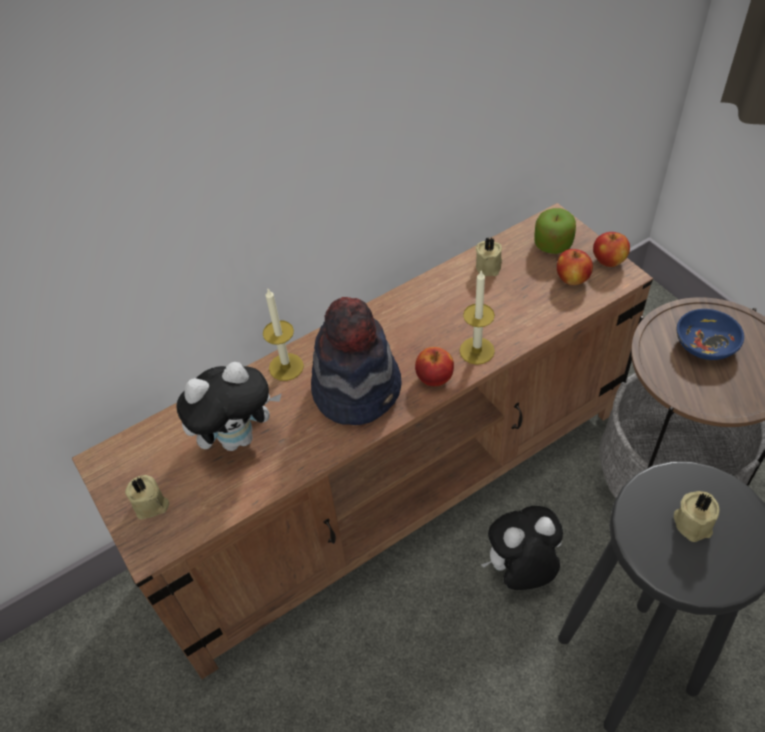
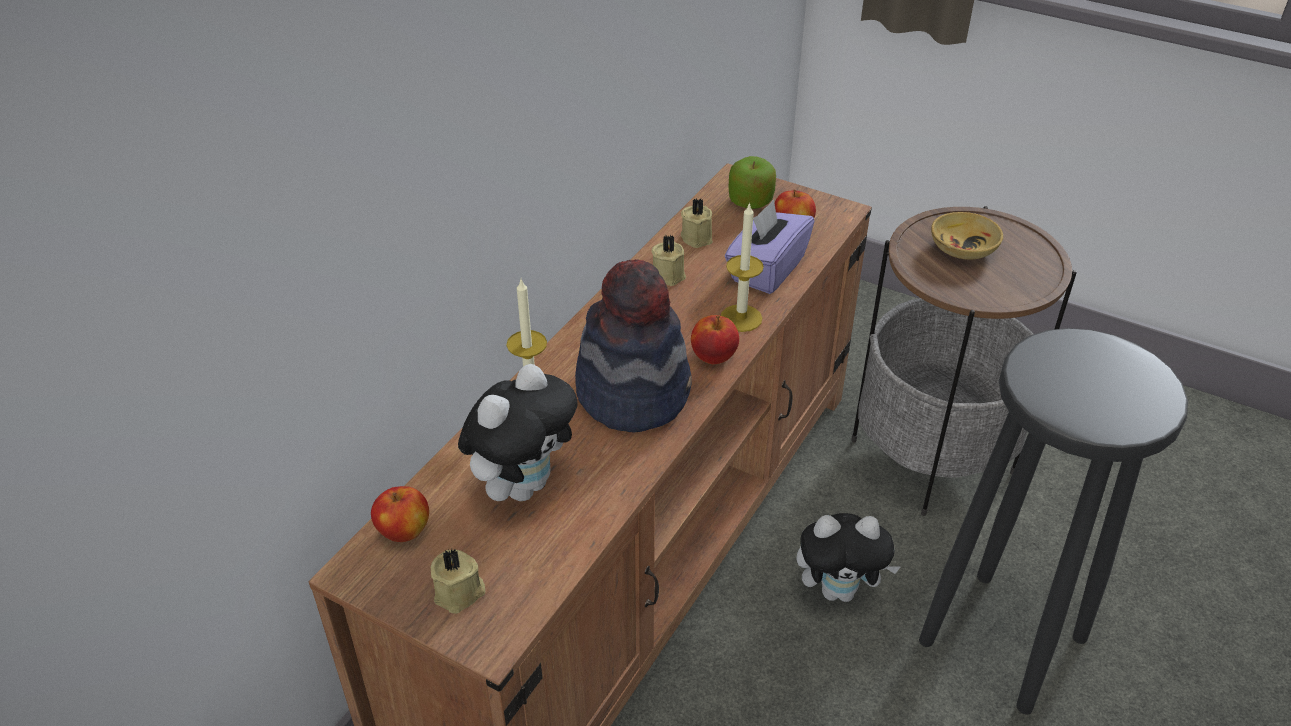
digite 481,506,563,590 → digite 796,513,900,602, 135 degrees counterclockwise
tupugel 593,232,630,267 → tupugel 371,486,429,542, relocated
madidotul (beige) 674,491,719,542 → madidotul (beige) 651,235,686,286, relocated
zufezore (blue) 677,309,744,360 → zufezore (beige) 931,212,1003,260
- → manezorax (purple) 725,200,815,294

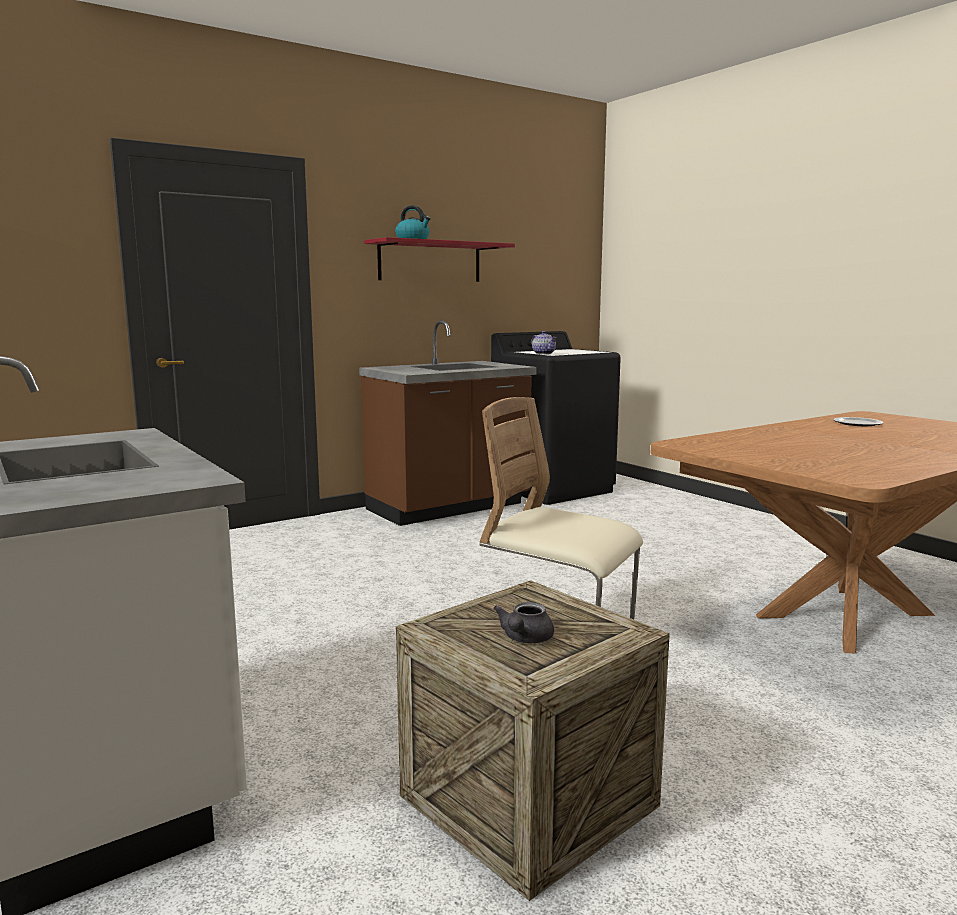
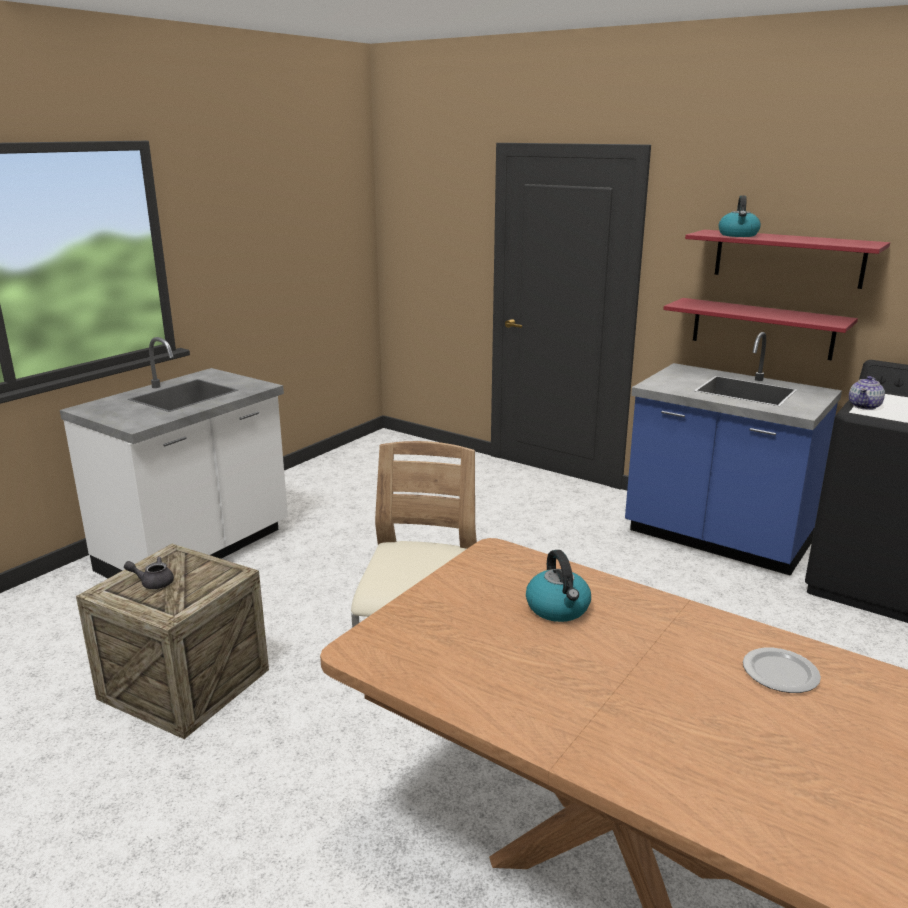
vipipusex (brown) 359,320,537,526 → vipipusex (blue) 625,332,842,576
- → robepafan 526,550,591,622
- → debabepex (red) 663,298,858,360

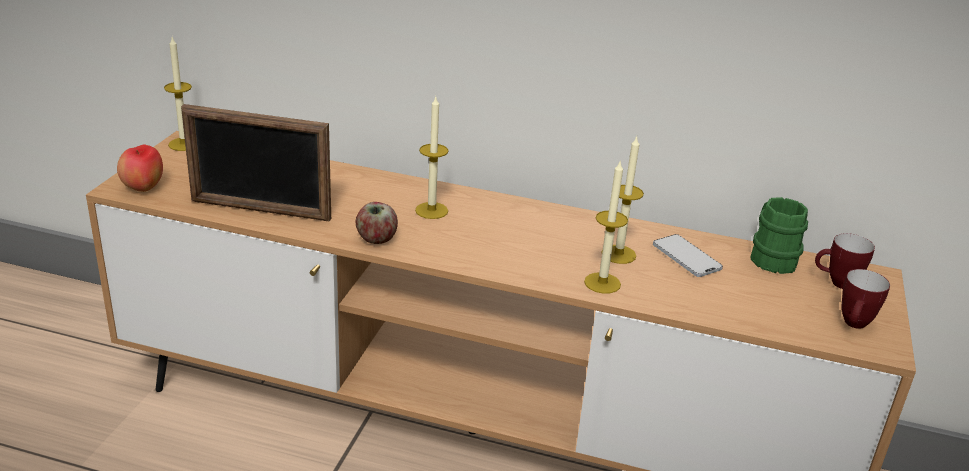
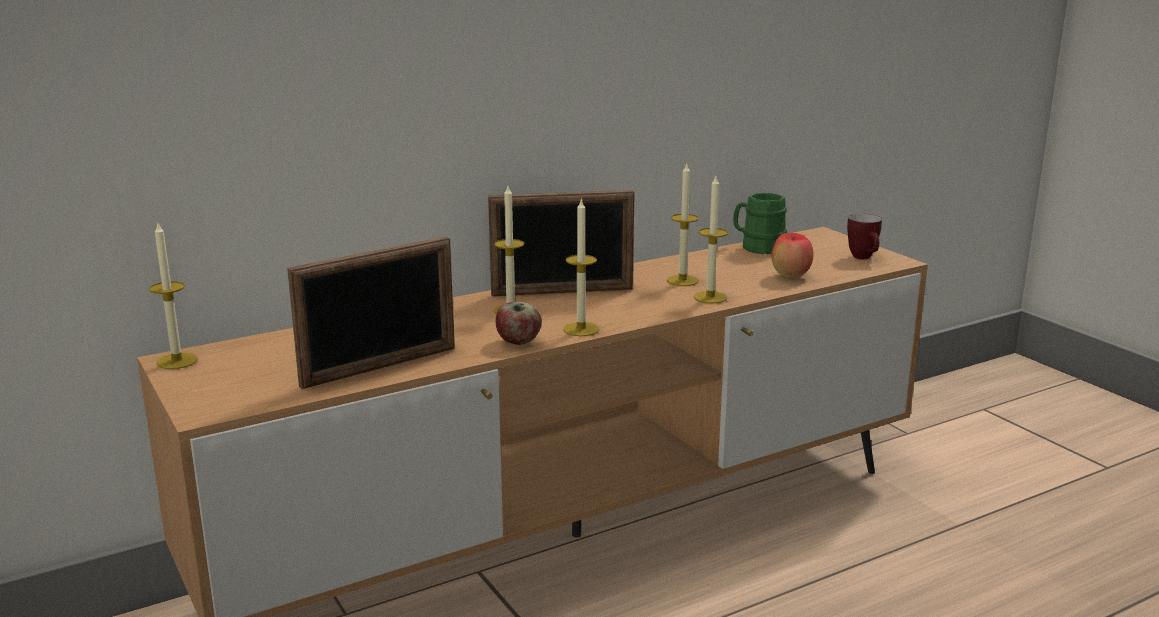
tupugel 117,145,163,192 → tupugel 772,233,813,278, relocated
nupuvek 653,234,723,277 → -
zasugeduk 815,233,875,289 → -
- → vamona 488,190,635,297
- → madidotul 563,198,599,336

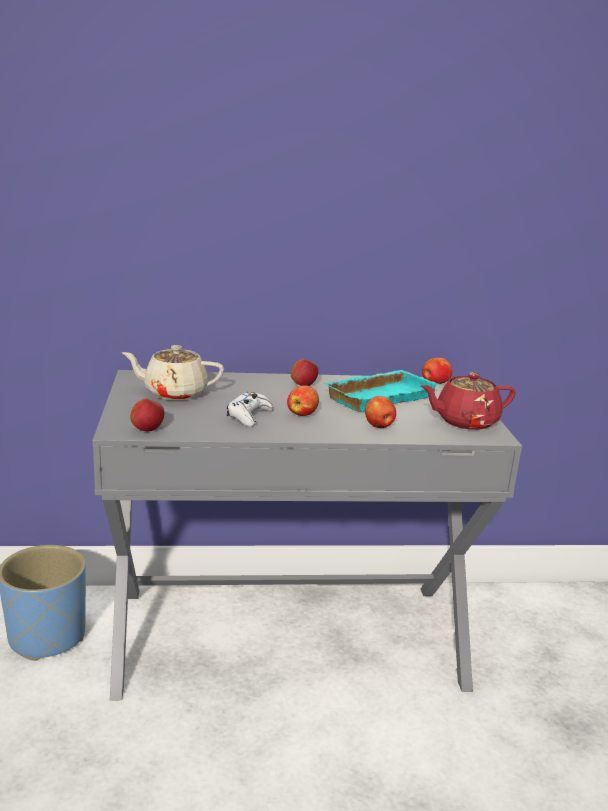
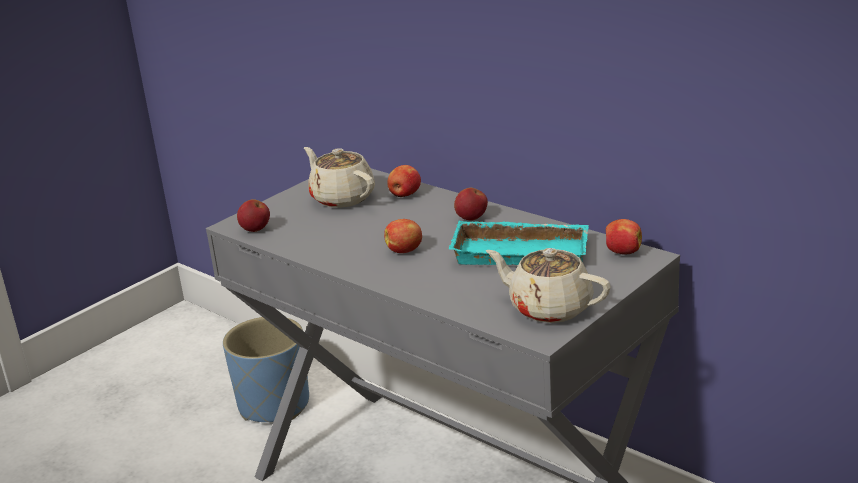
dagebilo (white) 227,392,274,427 → -
tupugel 365,396,396,428 → tupugel 387,165,421,197, relocated
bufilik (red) 421,372,516,430 → bufilik (beige) 486,248,611,323

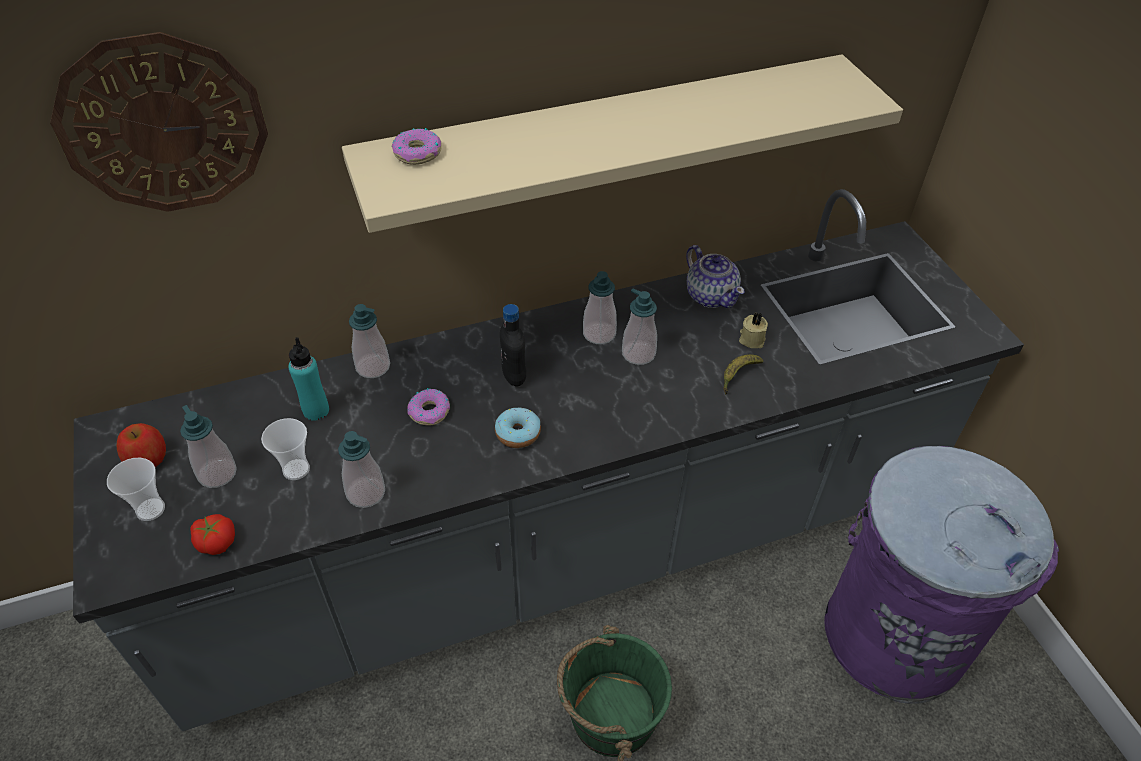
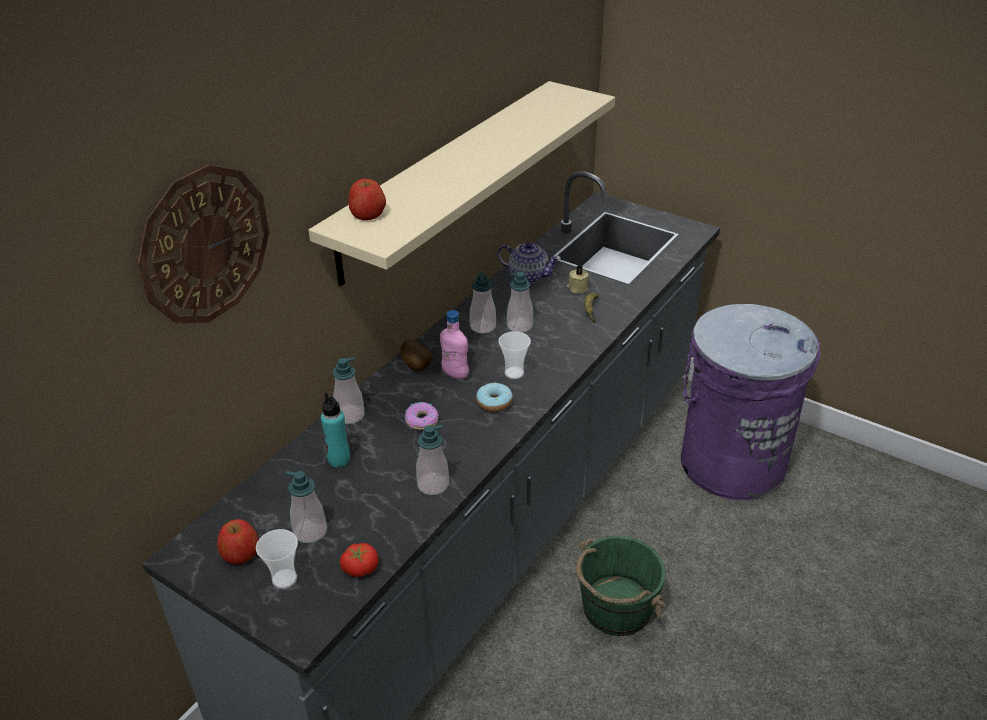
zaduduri 261,418,310,480 → zaduduri 498,331,531,379, relocated
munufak 392,128,442,165 → tupugel 348,179,386,220
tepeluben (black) 500,304,526,387 → tepeluben (pink) 440,310,469,379
- → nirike 401,339,432,371

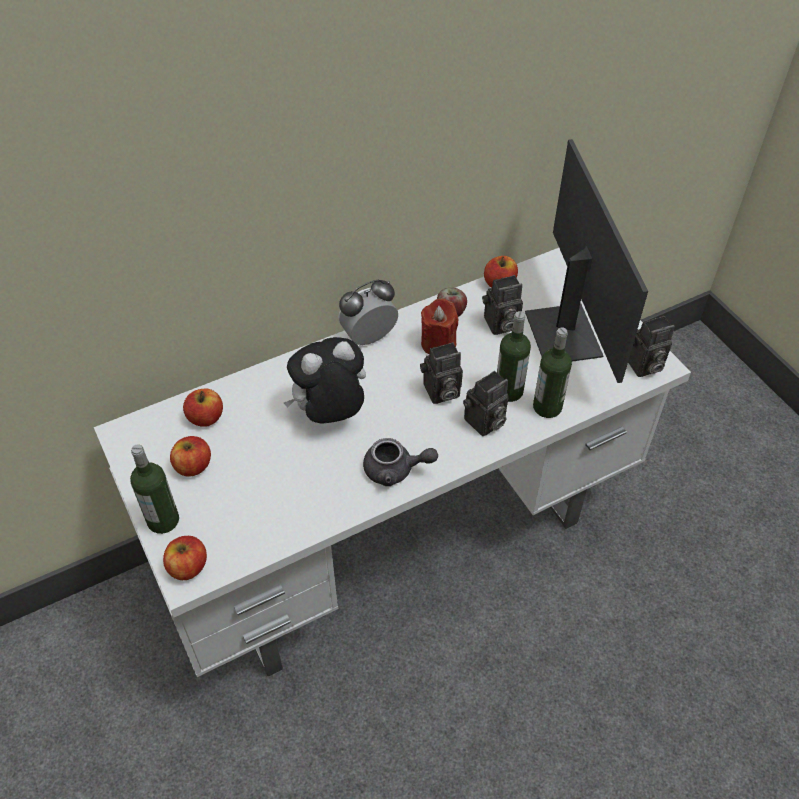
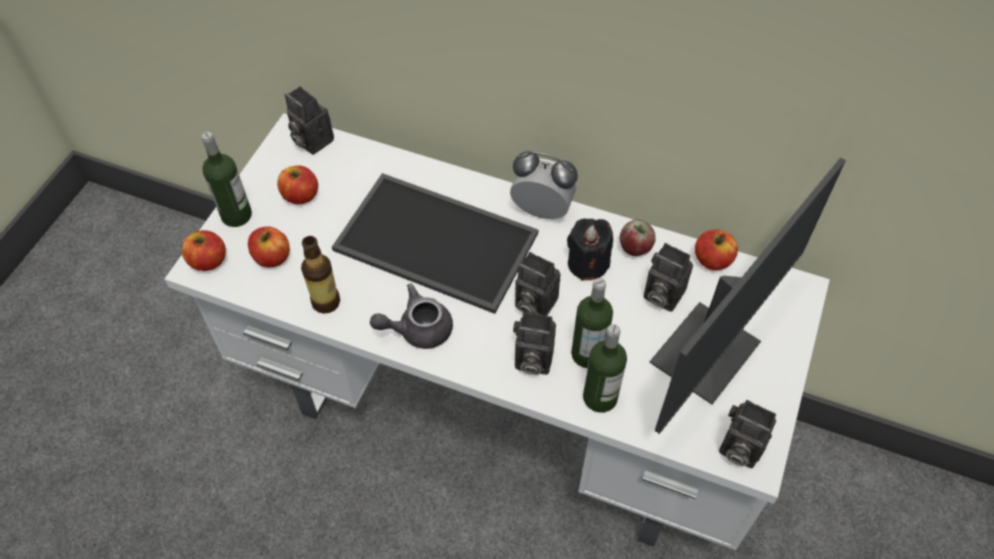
tupugel 183,388,223,427 → tupugel 248,226,290,267, relocated
digite 284,337,366,423 → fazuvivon 332,173,538,314
bufilik (grey) 363,438,438,486 → bufilik (grey) 370,284,453,349, 105 degrees clockwise
madidotul (red) 421,298,459,354 → madidotul (black) 567,218,613,281
- → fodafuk 285,86,334,155
- → tepeluben 301,236,340,314

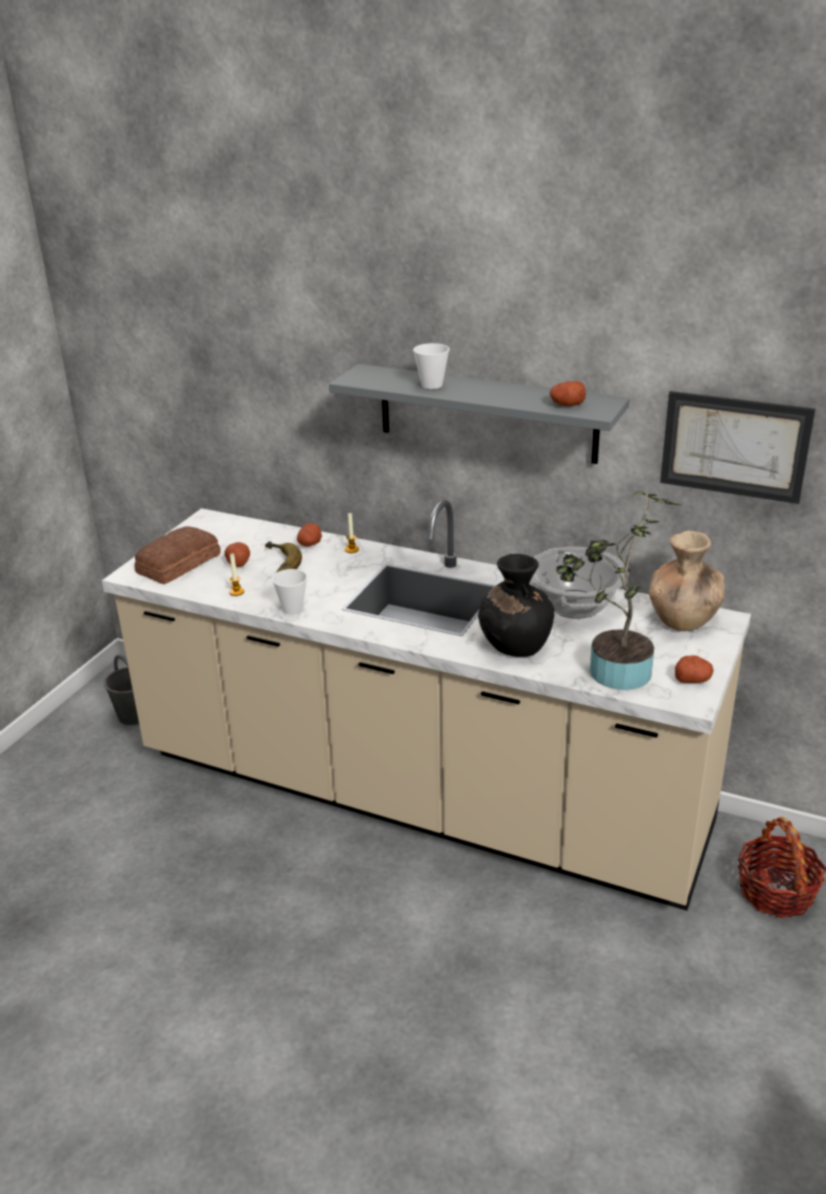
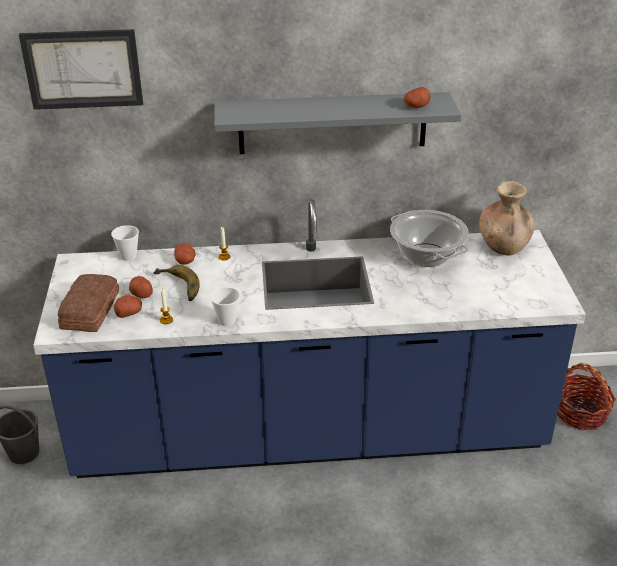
vipipusex (beige) 102,500,751,911 → vipipusex (blue) 33,199,586,478
zaduduri 413,343,450,389 → zaduduri 111,225,139,261, relocated
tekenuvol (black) 478,554,555,657 → -
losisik 556,491,681,690 → -
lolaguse 660,391,815,504 → lolaguse 19,29,143,110, relocated
nirike 675,655,714,683 → nirike 114,295,142,318, relocated

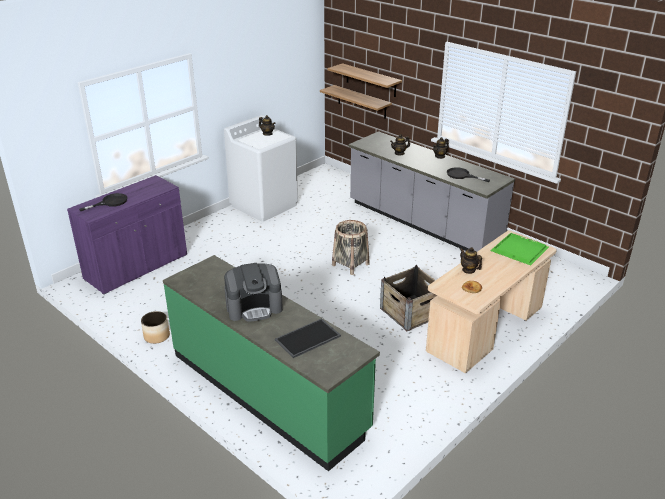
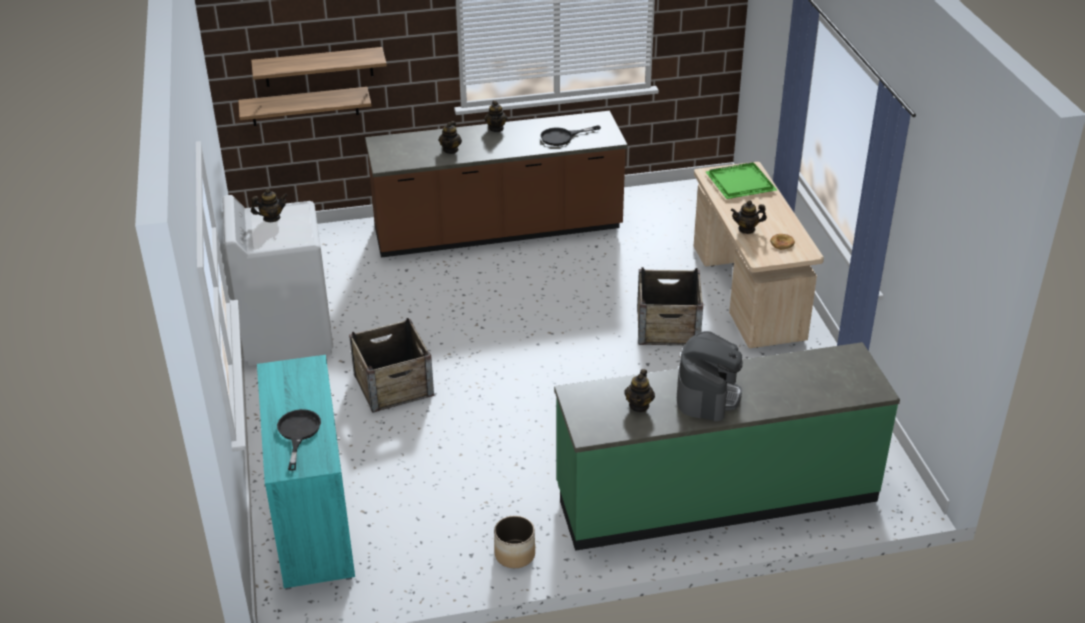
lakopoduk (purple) 67,175,187,295 → lakopoduk (turquoise) 257,355,355,590
fazuvivon 275,318,341,358 → -
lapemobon 332,220,369,275 → -
vipipusex (grey) 349,131,515,252 → vipipusex (brown) 365,111,628,258
- → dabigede 349,318,434,413
- → bufilik 624,369,655,412

